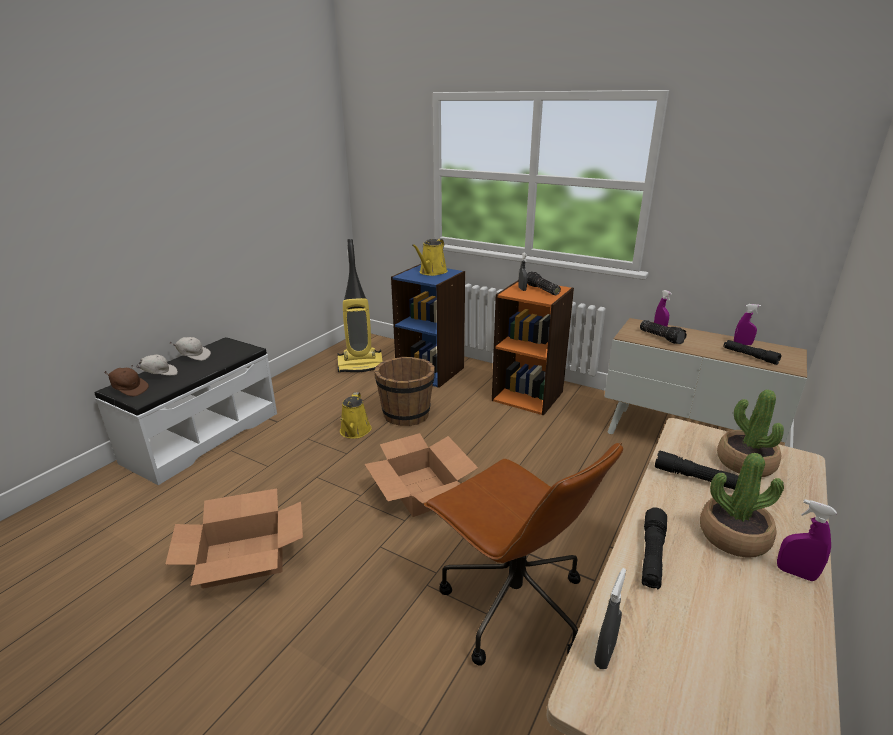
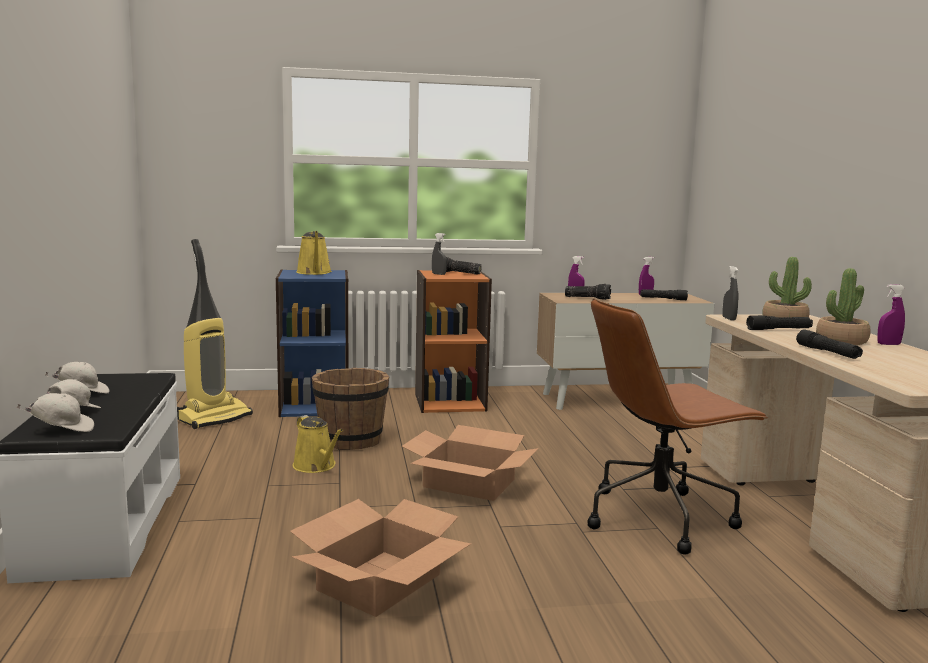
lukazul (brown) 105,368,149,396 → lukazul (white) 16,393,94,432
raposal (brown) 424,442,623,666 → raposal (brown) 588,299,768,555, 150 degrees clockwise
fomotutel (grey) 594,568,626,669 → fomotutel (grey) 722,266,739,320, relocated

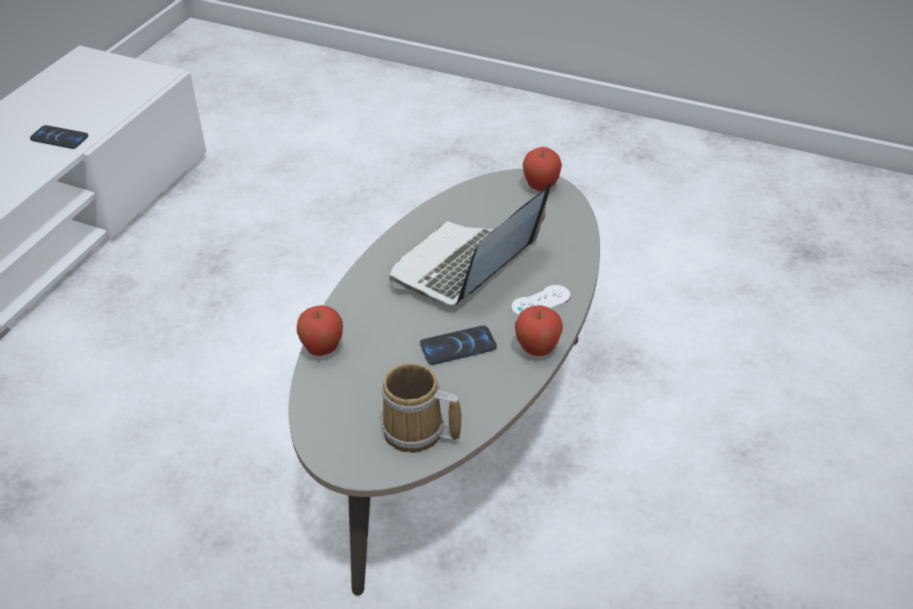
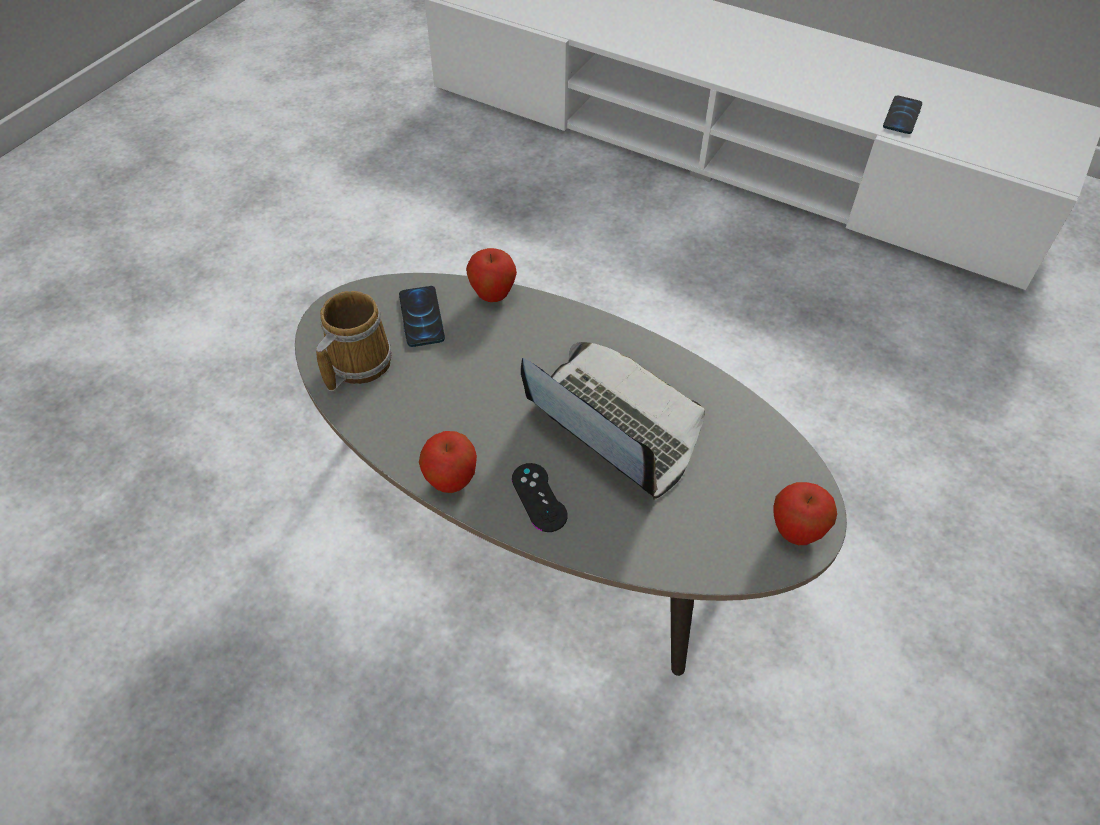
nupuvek 420,326,497,365 → nupuvek 399,286,445,347, relocated
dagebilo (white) 511,285,570,316 → dagebilo (black) 512,463,568,532

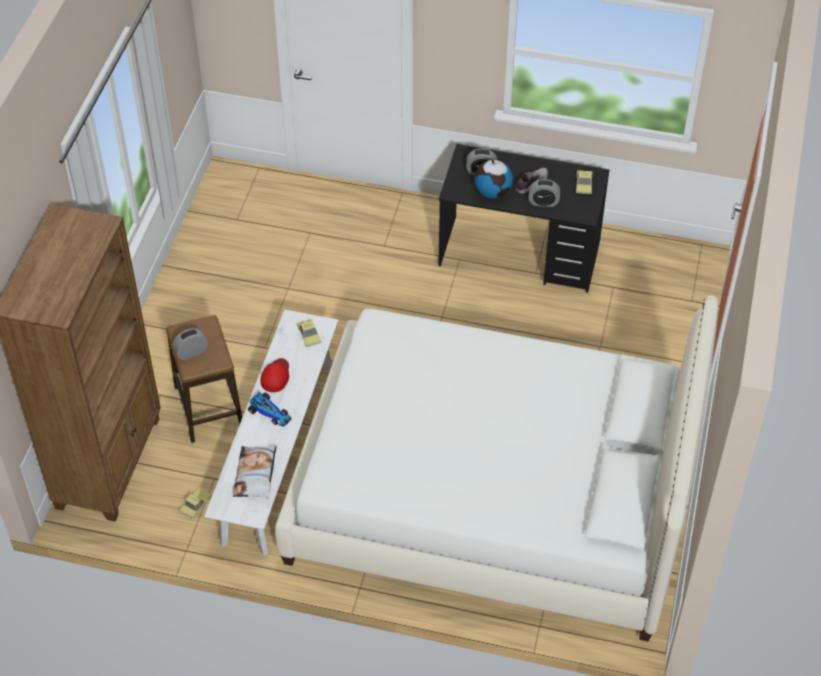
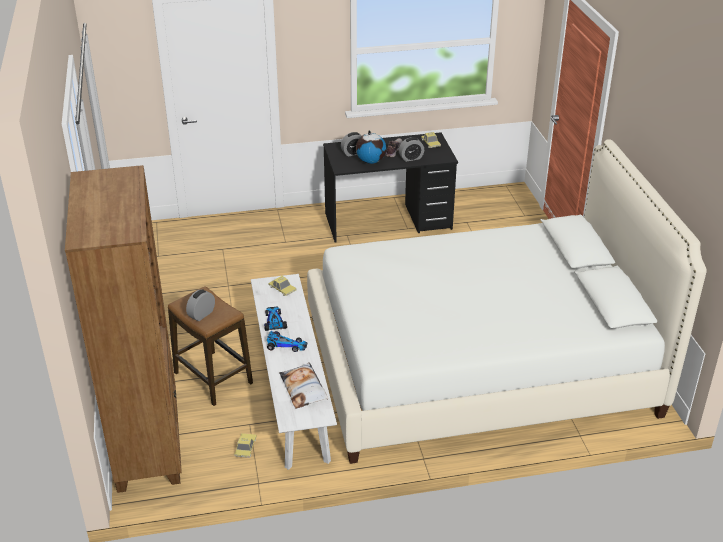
lukazul (red) 261,358,289,392 → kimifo 264,307,287,331

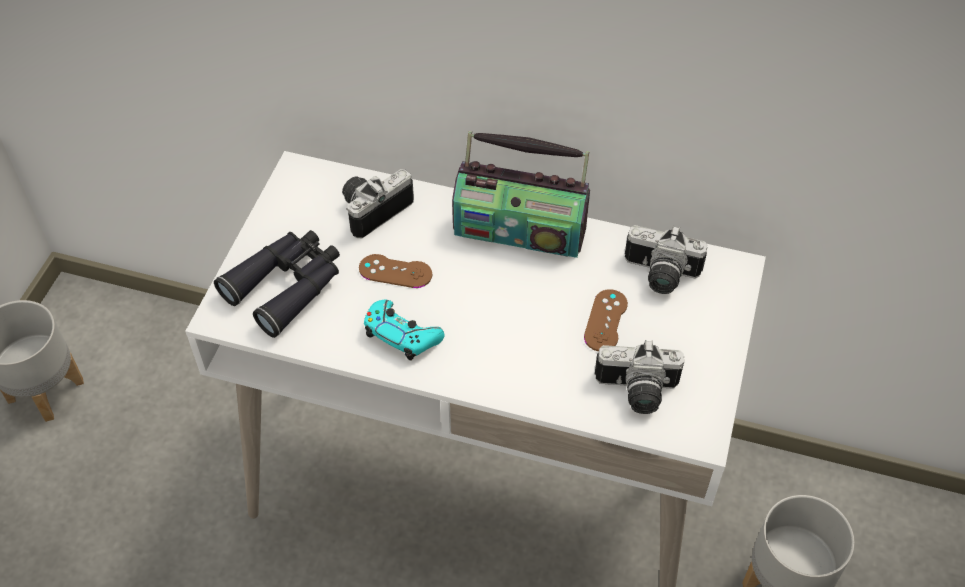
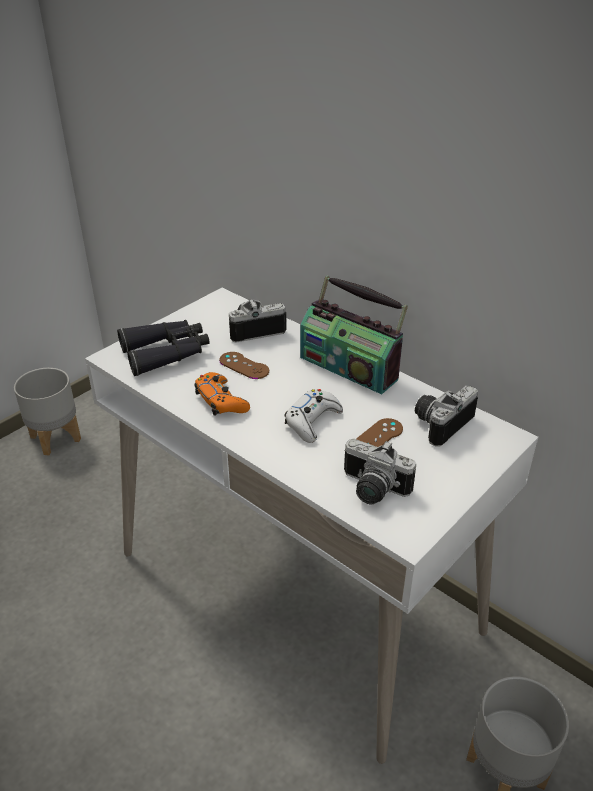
dagebilo (turquoise) 364,300,445,361 → dagebilo (orange) 194,372,250,416
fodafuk 625,225,707,294 → fodafuk 415,386,478,447, 90 degrees clockwise
- → dagebilo (white) 284,389,343,443

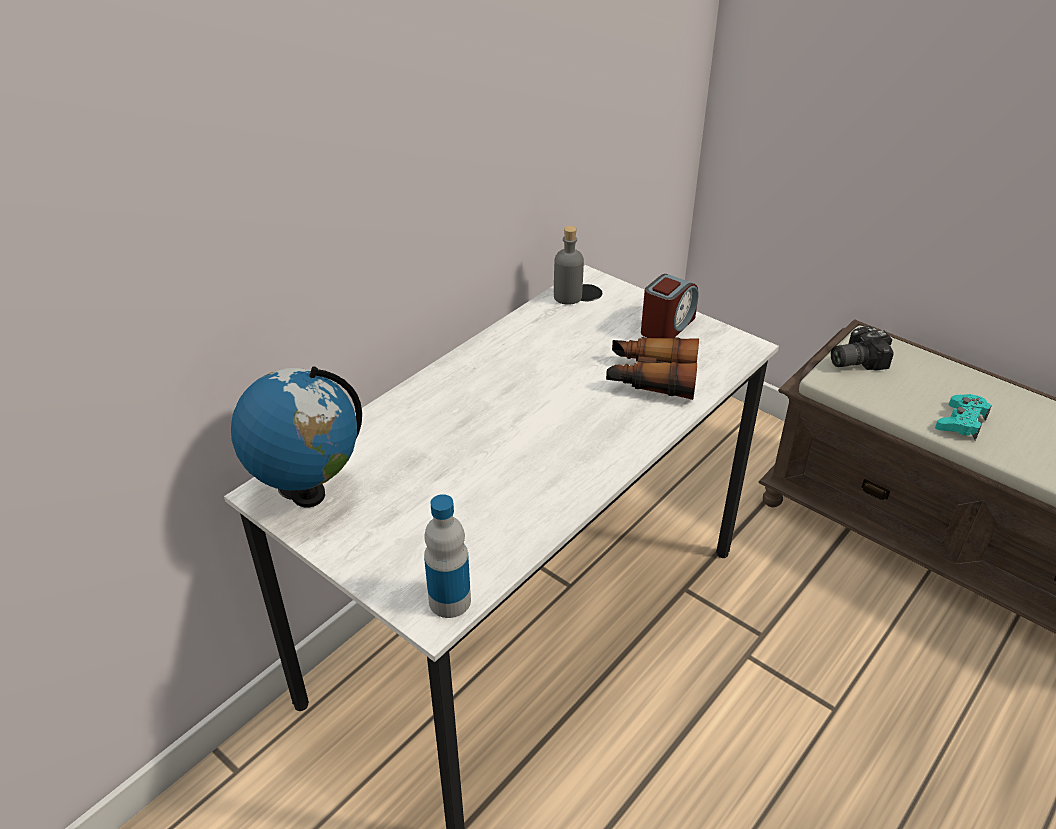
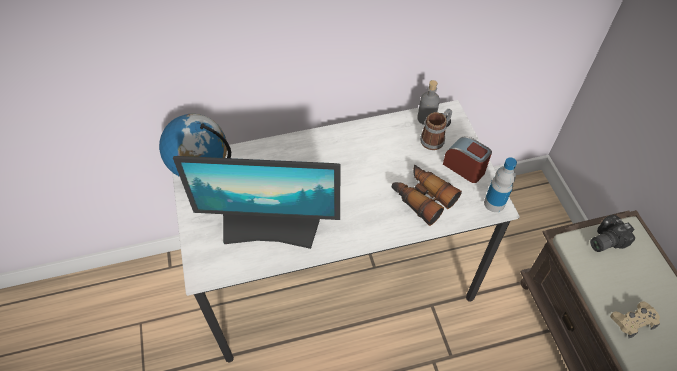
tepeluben 424,494,471,618 → tepeluben 484,157,517,212, relocated
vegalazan 641,274,699,338 → vegalazan 443,136,492,183, 120 degrees counterclockwise
fodafuk 831,326,894,371 → fodafuk 590,215,635,252, 45 degrees counterclockwise
dagebilo (turquoise) 935,394,992,440 → dagebilo (beige) 610,301,660,338
- → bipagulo 173,156,340,249
- → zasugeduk 420,109,452,150

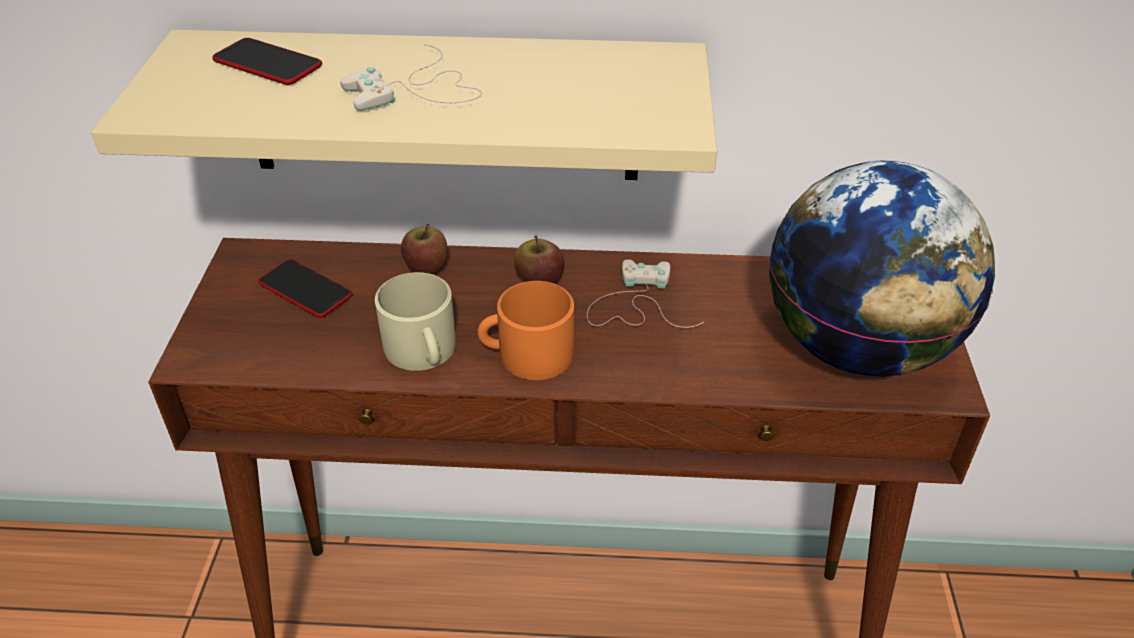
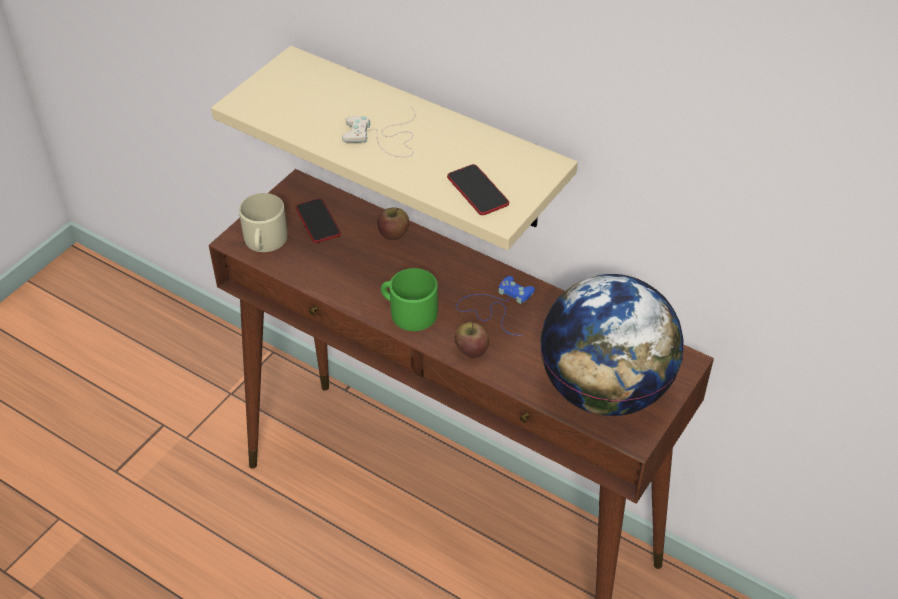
nupuvek 212,38,322,85 → nupuvek 447,164,509,215, relocated
zasugeduk (beige) 375,272,456,371 → zasugeduk (beige) 239,193,288,252, relocated
zasugeduk (orange) 478,281,574,380 → zasugeduk (green) 381,268,438,331
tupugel 514,235,565,284 → tupugel 455,322,489,358, relocated
dagebilo (white) 587,259,704,328 → dagebilo (blue) 456,276,535,335

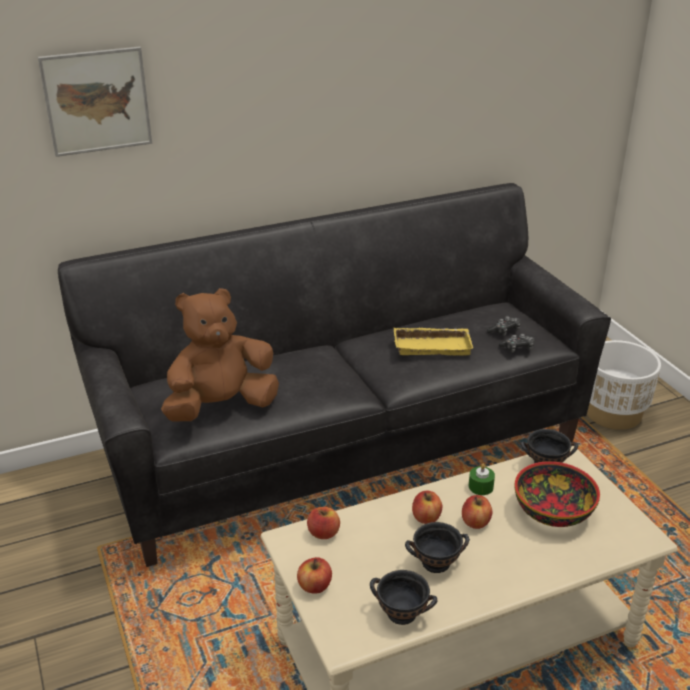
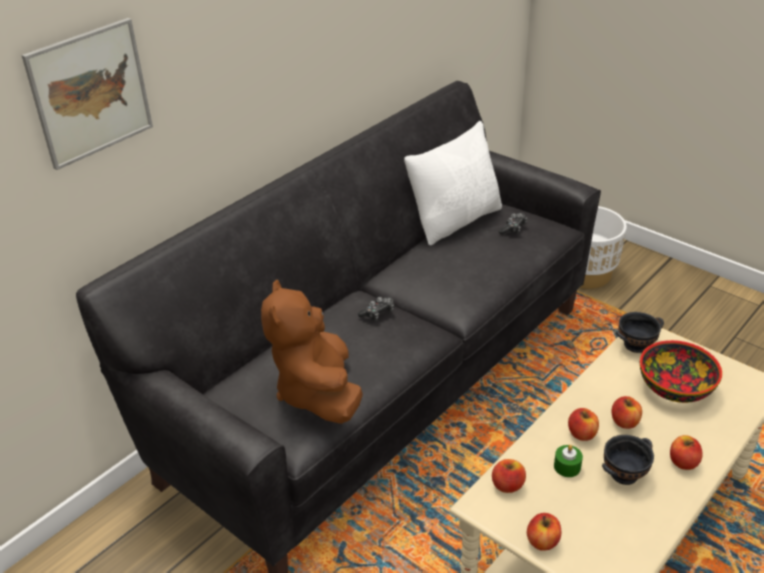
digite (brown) 161,288,279,421 → digite (brown) 261,279,363,424, 45 degrees counterclockwise
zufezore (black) 370,570,438,625 → -
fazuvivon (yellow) 394,328,474,355 → -
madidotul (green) 469,464,495,495 → madidotul (green) 554,445,583,477, relocated
dagebilo 499,334,534,352 → dagebilo 358,297,394,321, relocated
- → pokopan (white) 404,121,502,245
- → tupugel 670,435,703,470

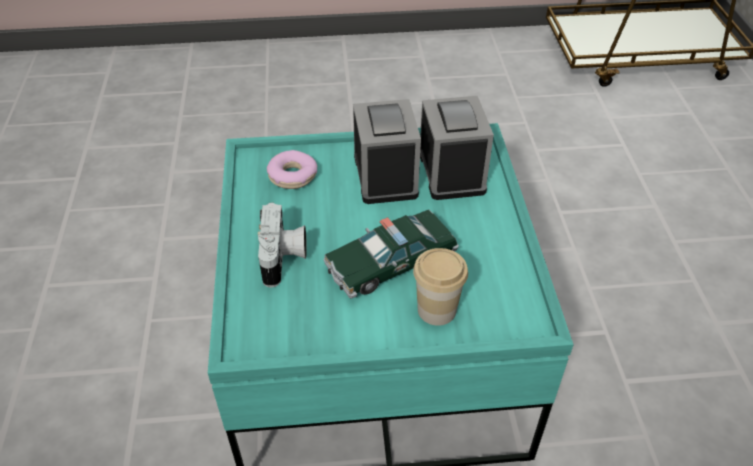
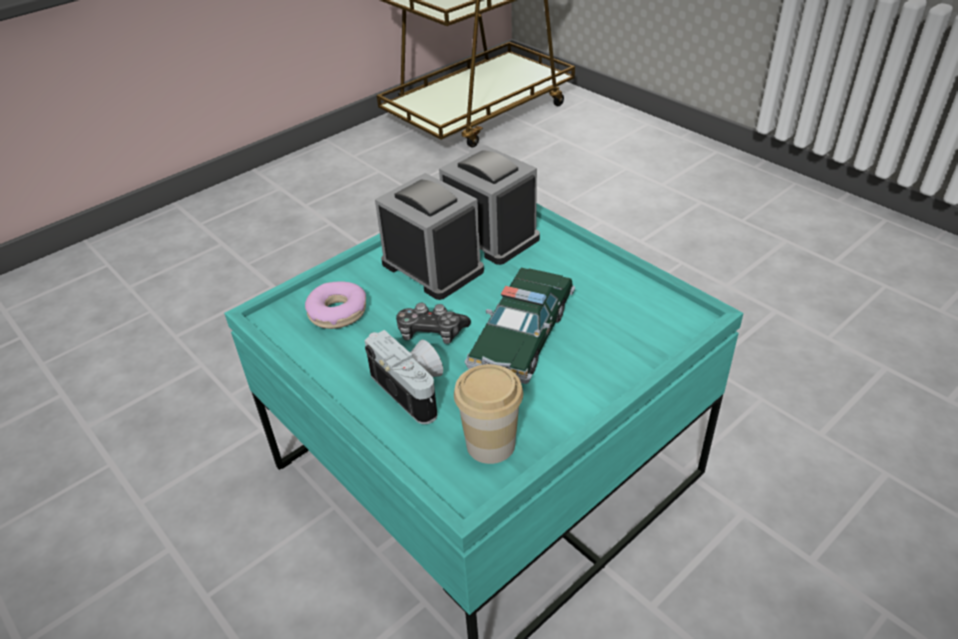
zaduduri 413,248,468,326 → zaduduri 454,364,523,464, relocated
- → dagebilo 396,303,471,344

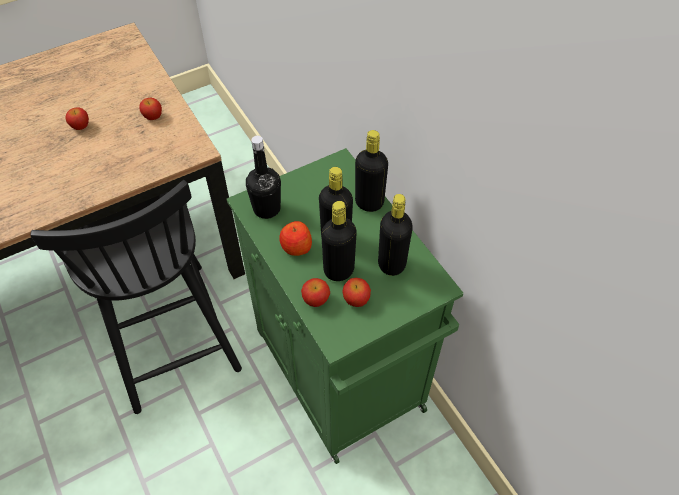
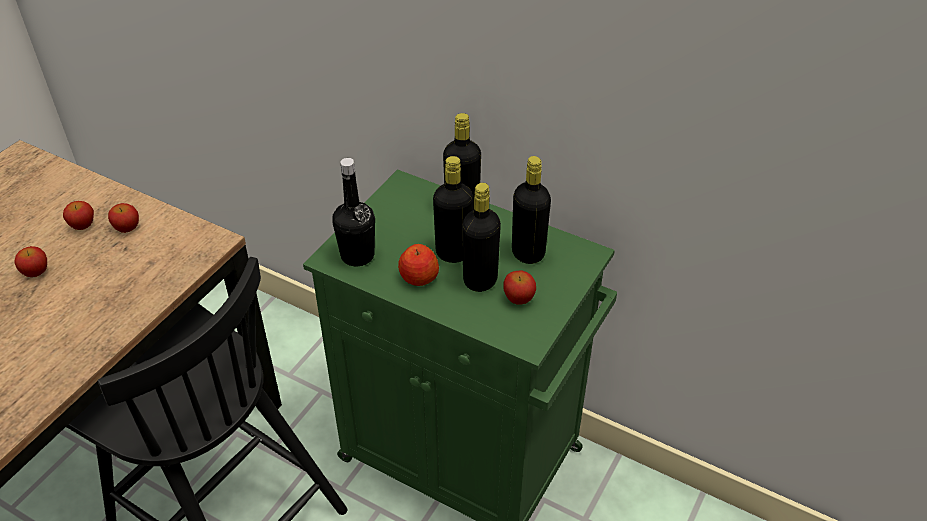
tupugel 301,278,330,307 → tupugel 63,201,94,230, relocated

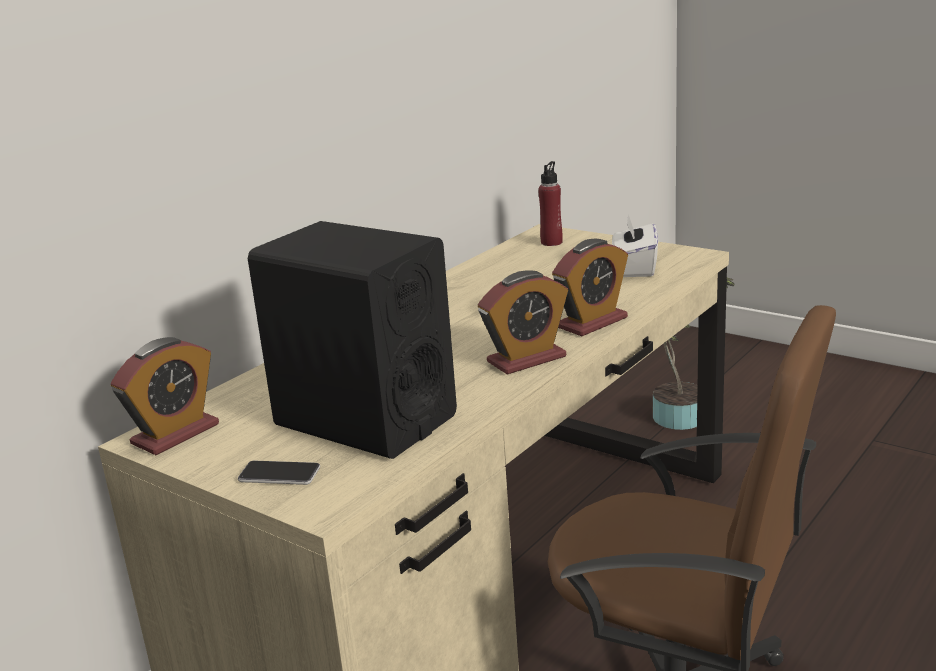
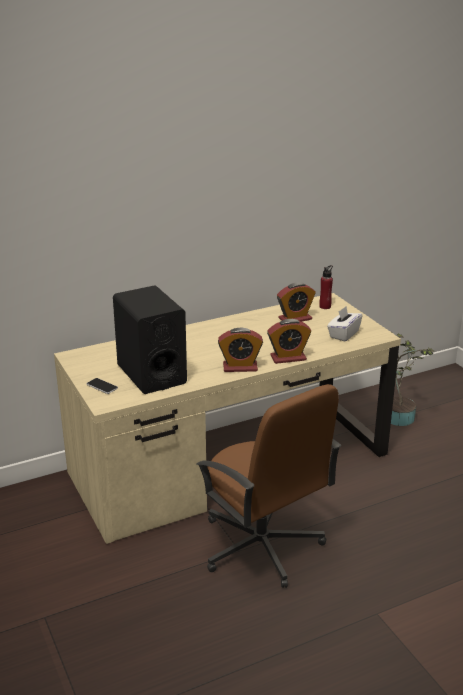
vegalazan 111,337,219,455 → vegalazan 277,282,316,322, relocated

